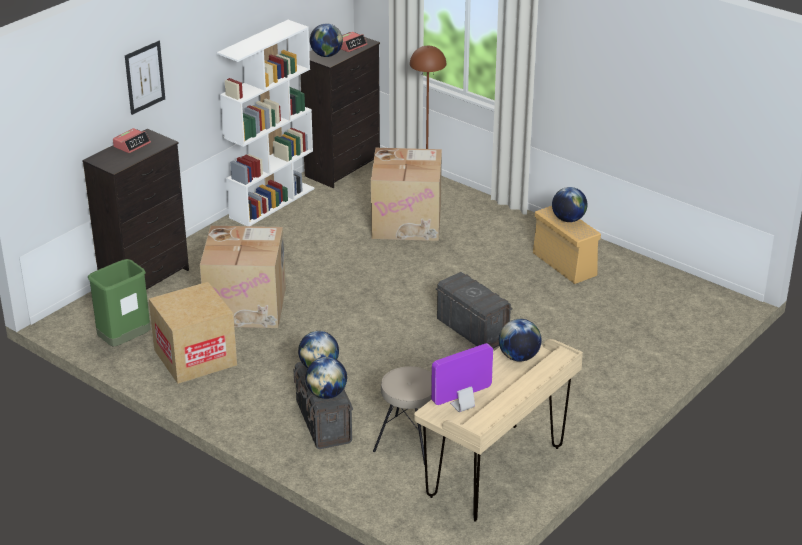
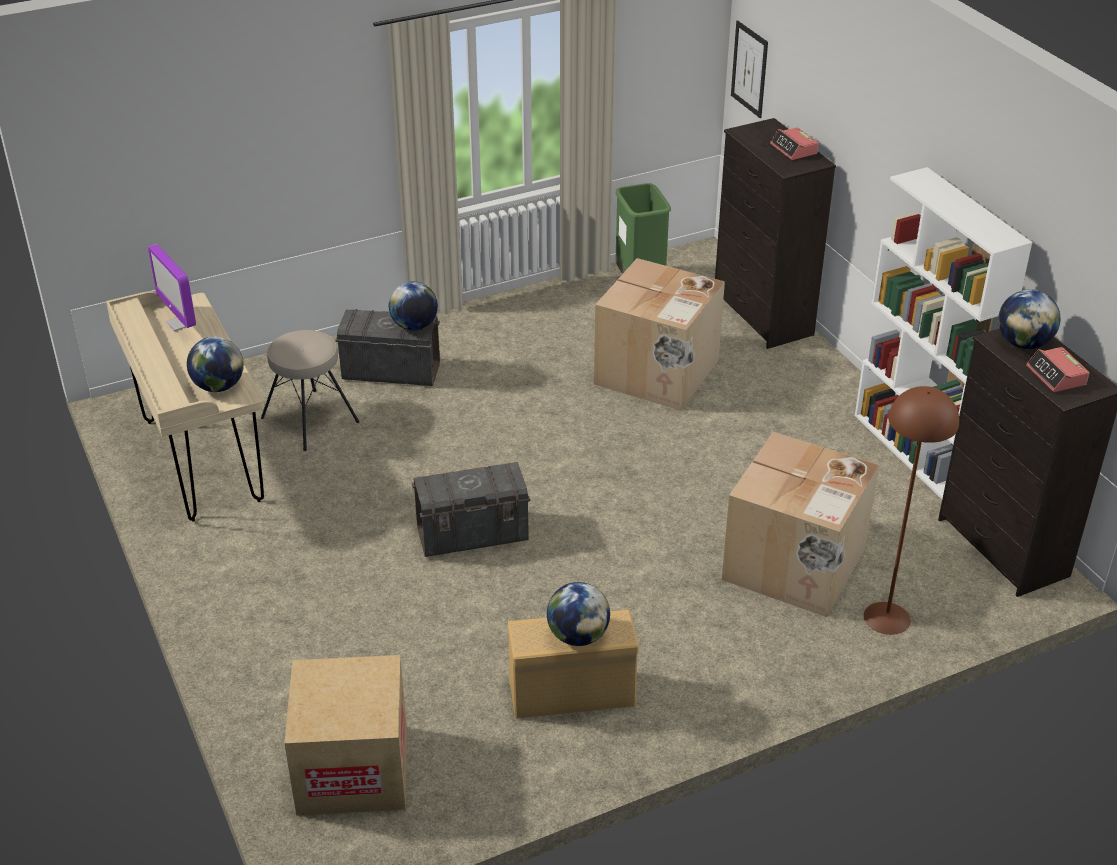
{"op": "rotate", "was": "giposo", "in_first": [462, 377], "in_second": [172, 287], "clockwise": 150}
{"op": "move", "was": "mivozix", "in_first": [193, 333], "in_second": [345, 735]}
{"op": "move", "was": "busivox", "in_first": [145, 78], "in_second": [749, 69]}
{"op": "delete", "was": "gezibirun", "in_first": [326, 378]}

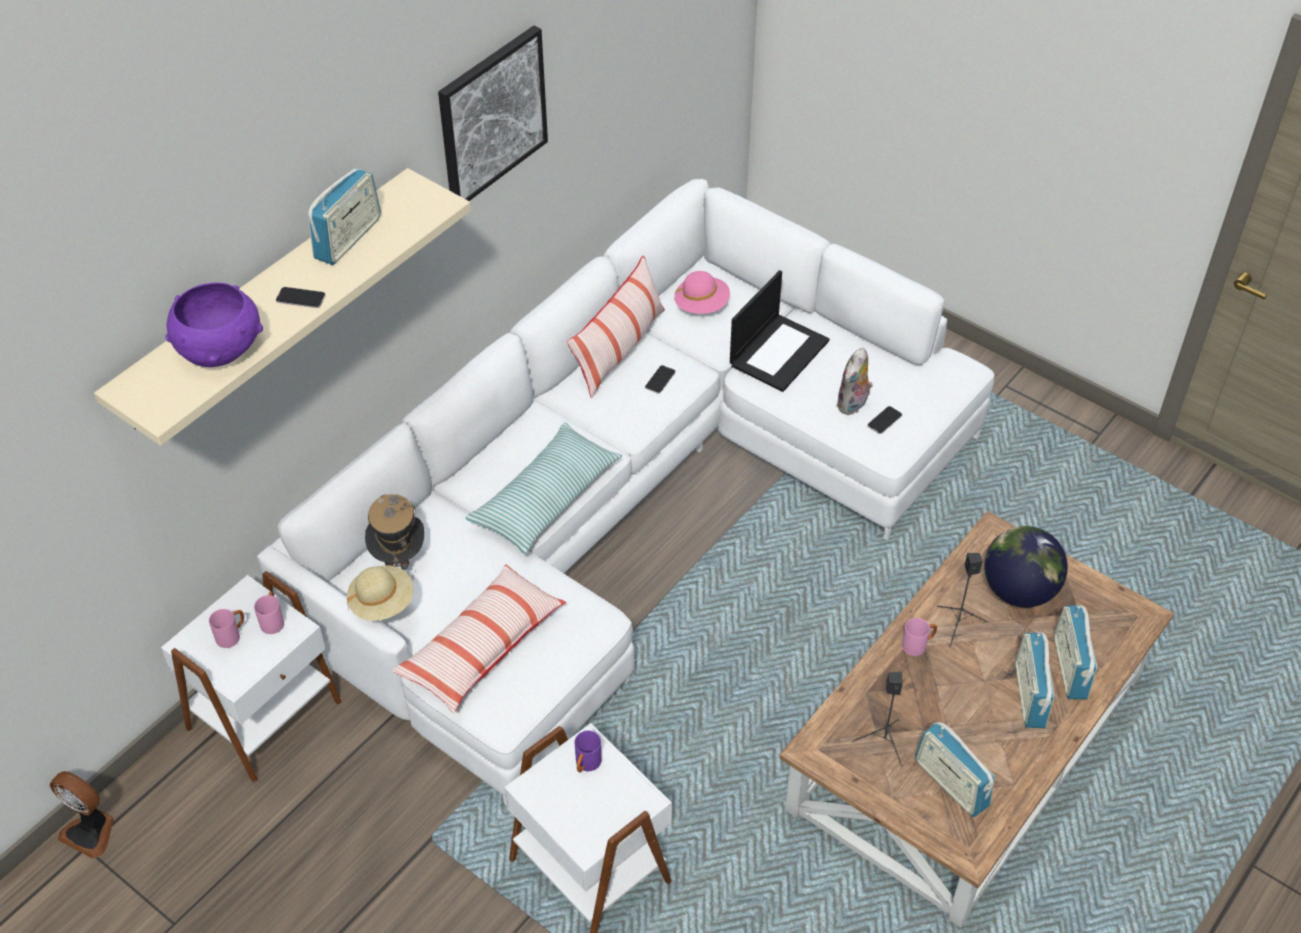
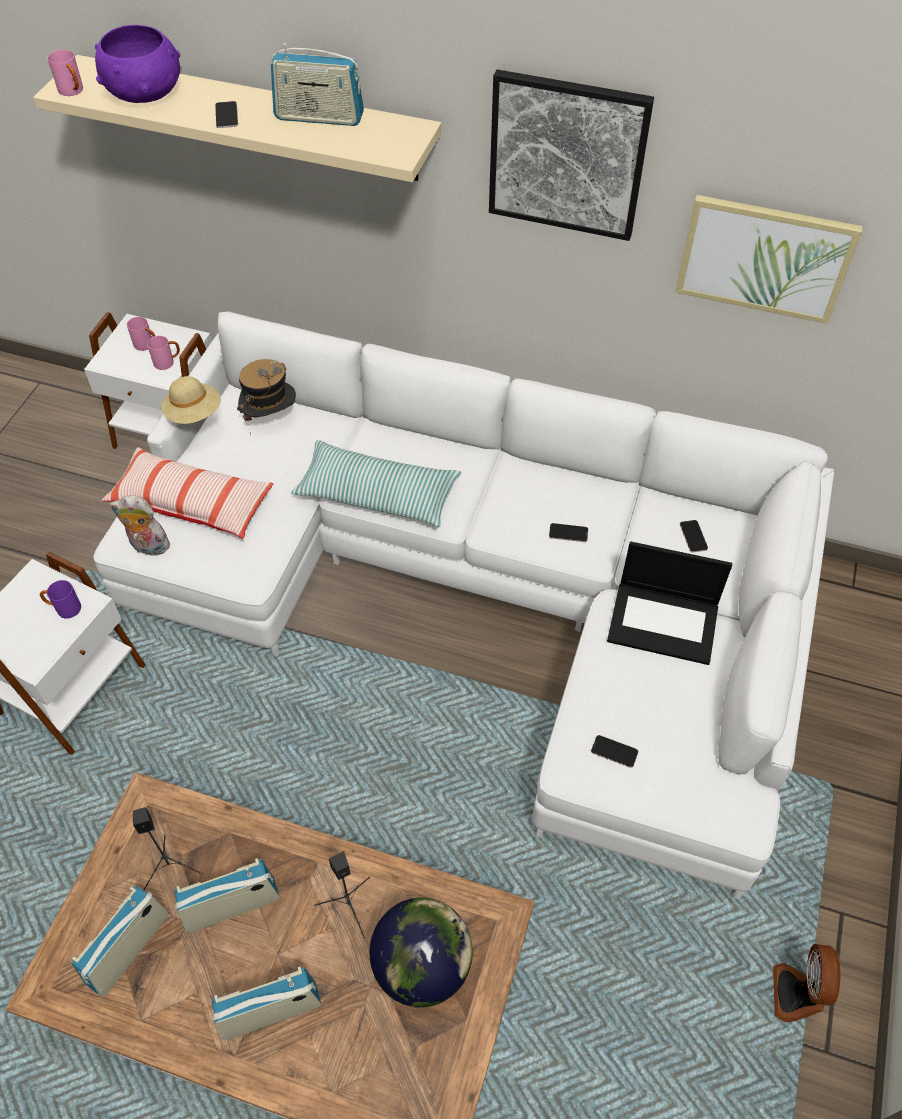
{"op": "move", "was": "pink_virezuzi", "in_first": [919, 637], "in_second": [65, 73]}
{"op": "move", "was": "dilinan", "in_first": [854, 381], "in_second": [140, 526]}
{"op": "move", "was": "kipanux", "in_first": [1075, 651], "in_second": [226, 895]}
{"op": "insert", "now": "busivox", "in_second": [769, 259]}
{"op": "replace", "was": "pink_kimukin", "now": "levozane", "in_first": [702, 292], "in_second": [694, 536]}
{"op": "move", "was": "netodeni", "in_first": [82, 815], "in_second": [806, 983]}
{"op": "delete", "was": "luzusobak", "in_first": [616, 326]}

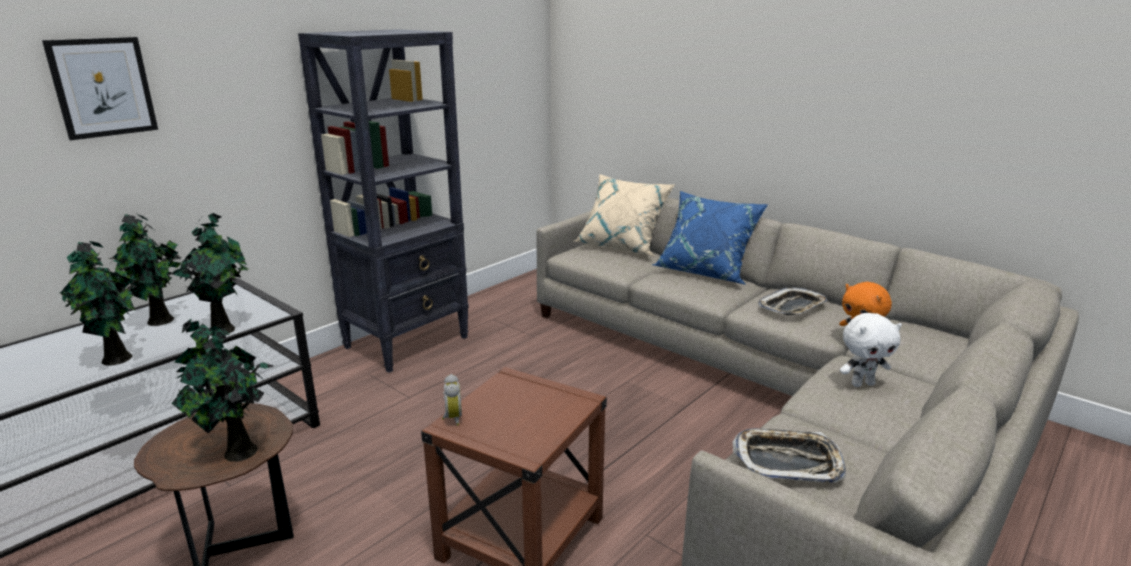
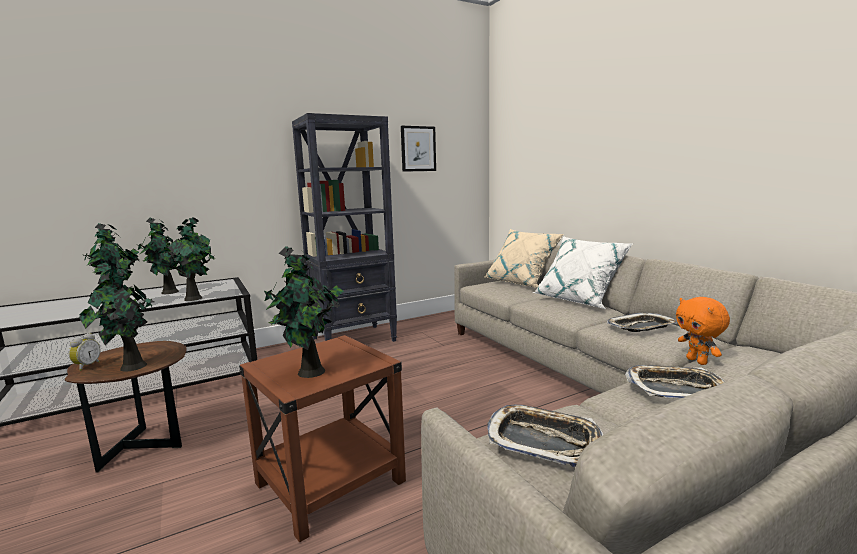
{"op": "move", "was": "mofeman", "in_first": [452, 400], "in_second": [85, 352]}
{"op": "insert", "now": "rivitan", "in_second": [304, 312]}
{"op": "move", "was": "busivox", "in_first": [100, 88], "in_second": [418, 149]}
{"op": "recolor", "was": "blue_luzusobak", "now": "white_luzusobak", "in_first": [710, 237], "in_second": [583, 272]}
{"op": "replace", "was": "white_dilinan", "now": "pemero", "in_first": [871, 350], "in_second": [675, 382]}

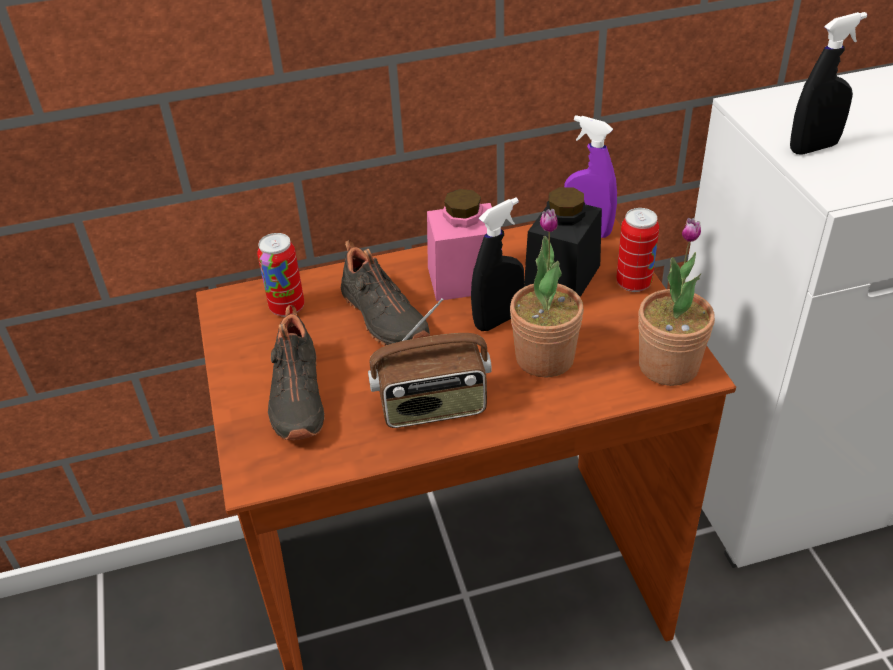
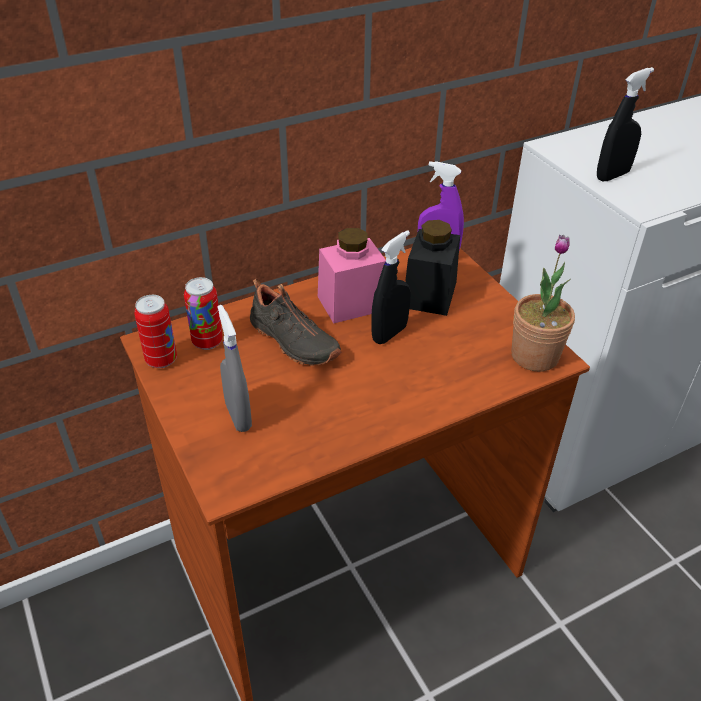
{"op": "move", "was": "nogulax", "in_first": [637, 250], "in_second": [155, 331]}
{"op": "replace", "was": "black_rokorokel", "now": "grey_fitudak", "in_first": [296, 372], "in_second": [235, 368]}
{"op": "delete", "was": "kipanux", "in_first": [430, 363]}
{"op": "delete", "was": "rivitan", "in_first": [547, 293]}

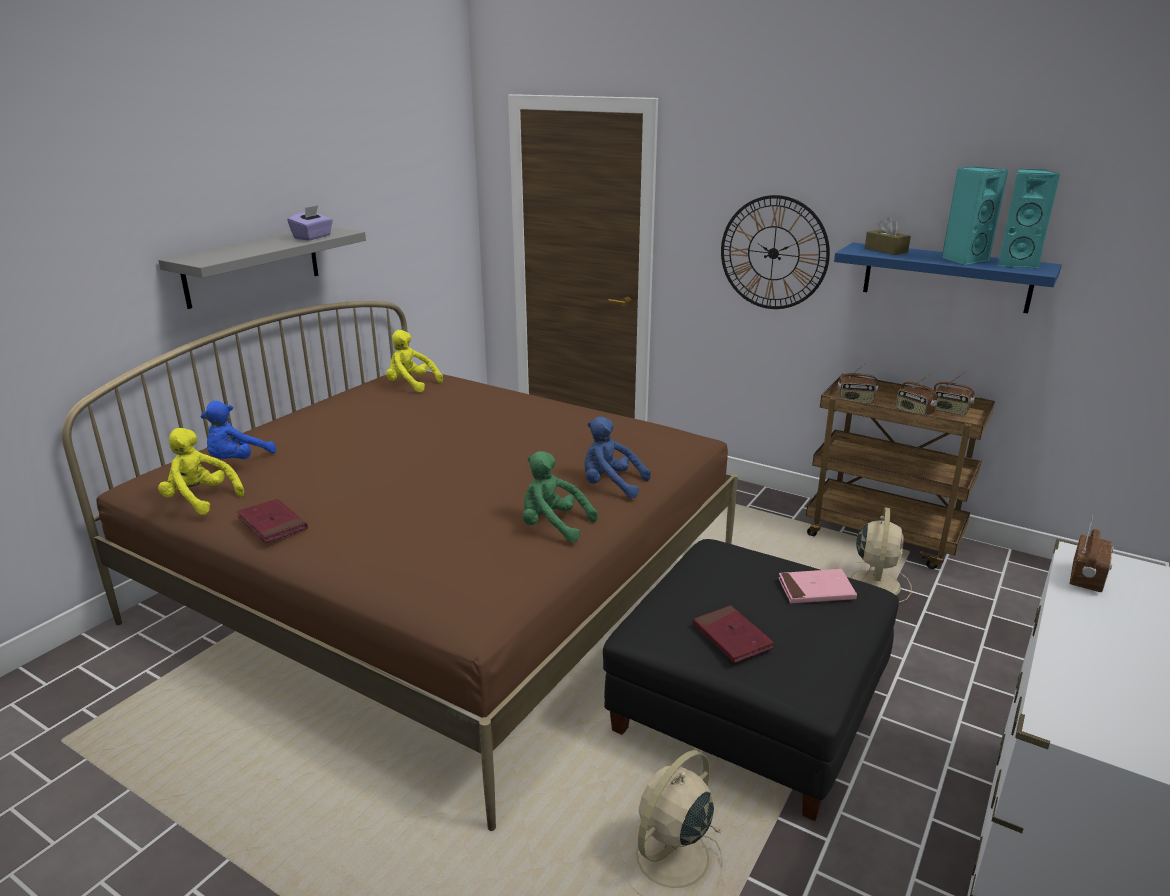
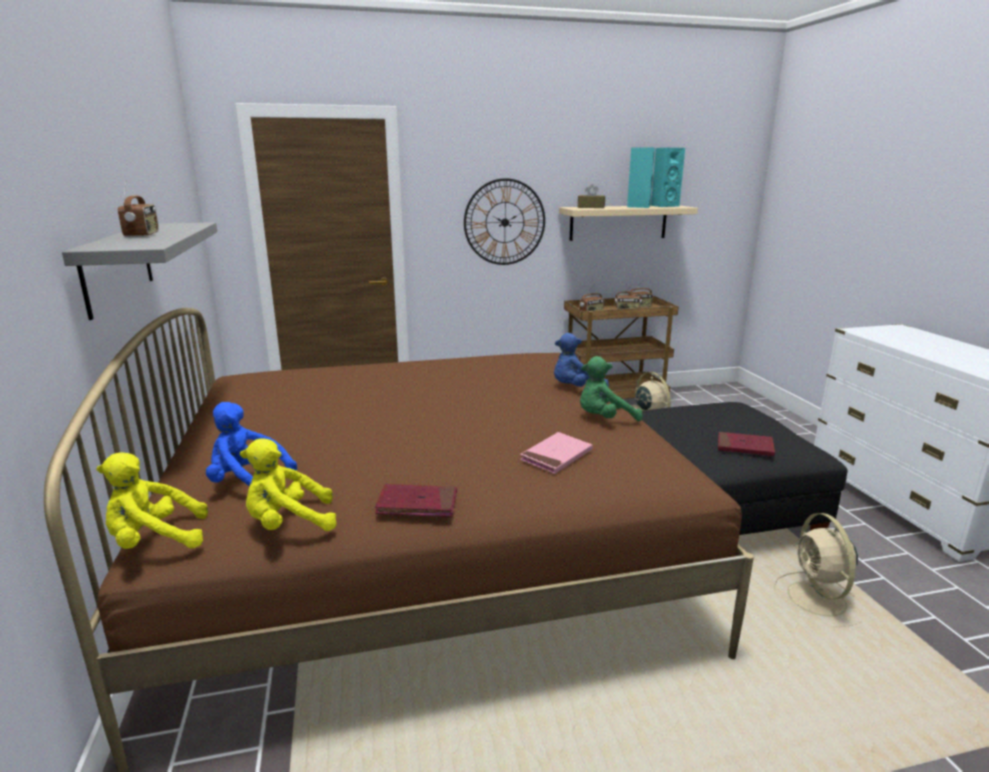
{"op": "move", "was": "yellow_dilinan", "in_first": [414, 361], "in_second": [152, 501]}
{"op": "move", "was": "kipanux", "in_first": [1091, 553], "in_second": [138, 208]}
{"op": "rotate", "was": "blue_dilinan", "in_first": [238, 430], "in_second": [251, 444], "clockwise": 120}
{"op": "move", "was": "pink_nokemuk", "in_first": [818, 586], "in_second": [556, 453]}
{"op": "recolor", "was": "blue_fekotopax", "now": "beige_fekotopax", "in_first": [948, 278], "in_second": [628, 223]}
{"op": "delete", "was": "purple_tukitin", "in_first": [310, 222]}

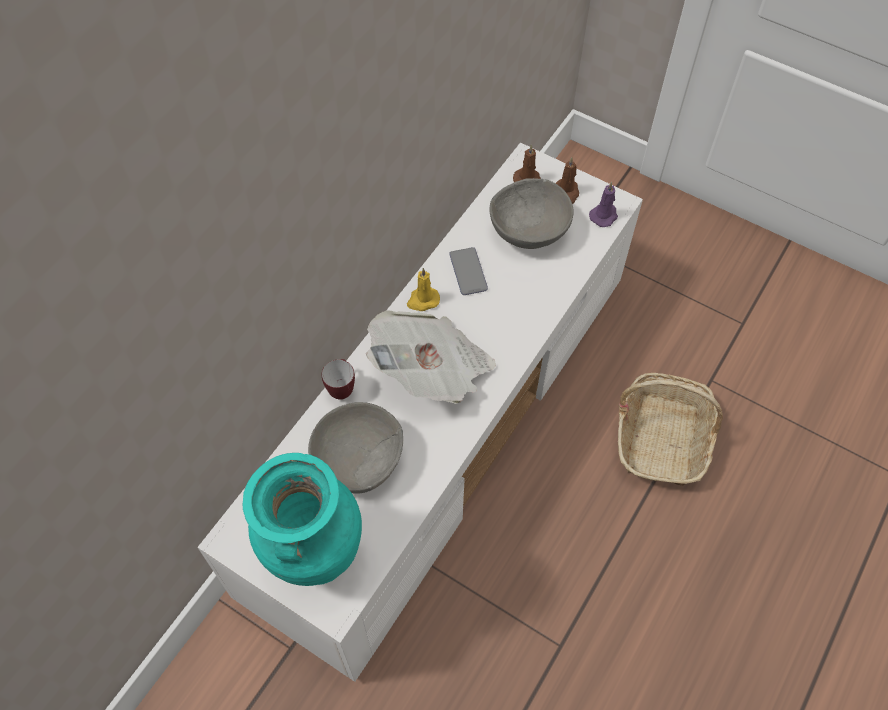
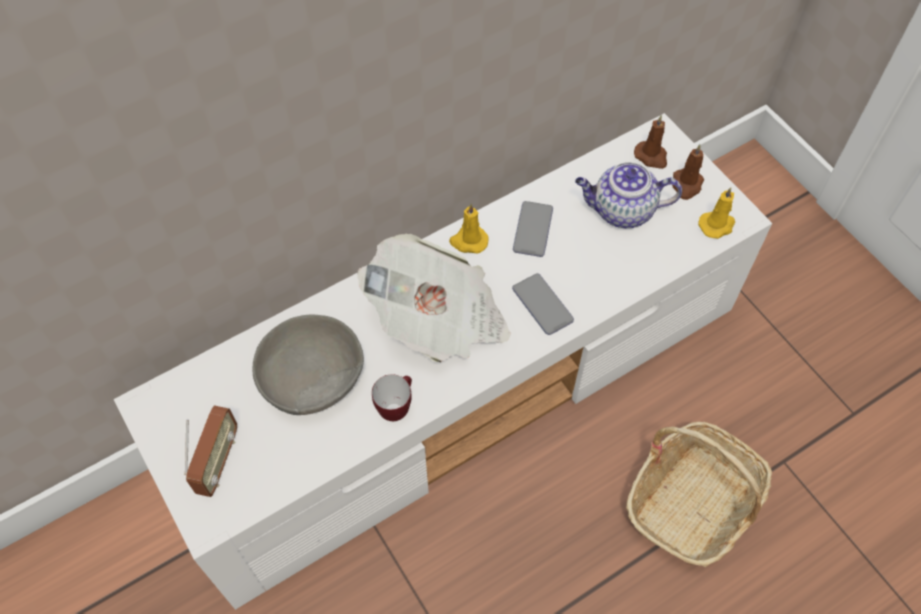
{"op": "replace", "was": "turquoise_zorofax", "now": "kipanux", "in_first": [302, 519], "in_second": [210, 451]}
{"op": "move", "was": "virezuzi", "in_first": [338, 379], "in_second": [392, 397]}
{"op": "insert", "now": "levozane", "in_second": [543, 304]}
{"op": "replace", "was": "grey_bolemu", "now": "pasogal", "in_first": [531, 213], "in_second": [628, 195]}
{"op": "recolor", "was": "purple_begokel", "now": "yellow_begokel", "in_first": [603, 204], "in_second": [716, 213]}

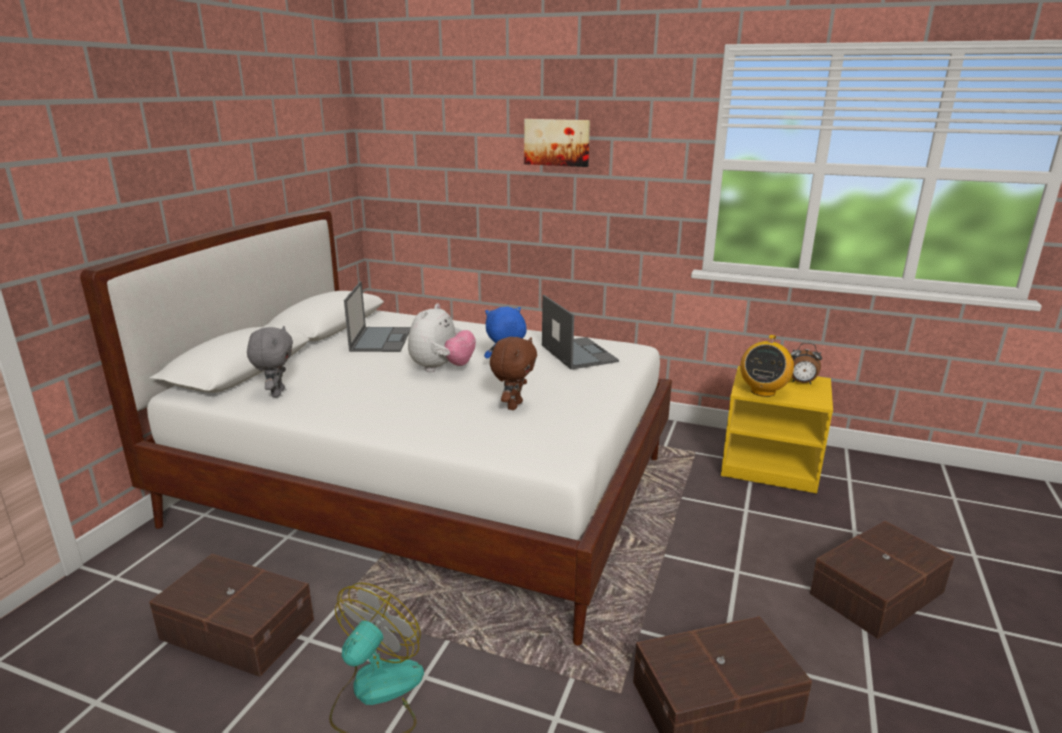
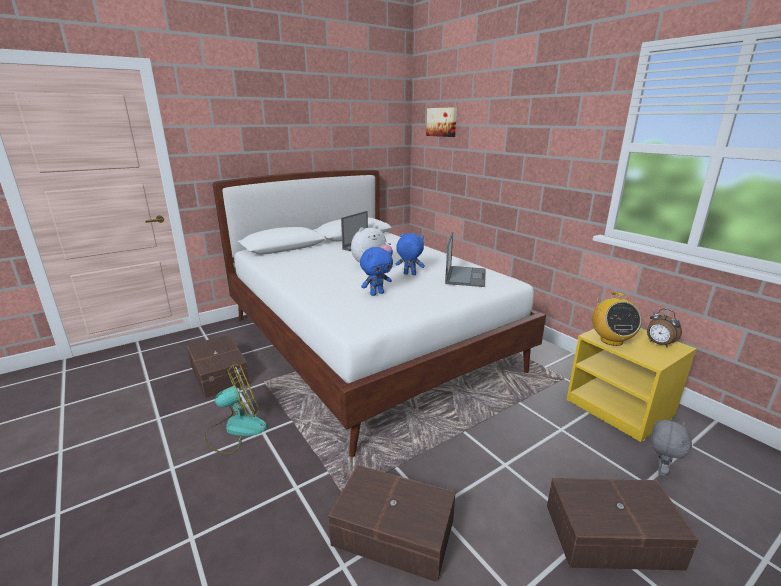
{"op": "recolor", "was": "brown_dilinan", "now": "blue_dilinan", "in_first": [513, 373], "in_second": [376, 271]}
{"op": "move", "was": "busivox", "in_first": [557, 143], "in_second": [441, 122]}
{"op": "rotate", "was": "kipanux", "in_first": [767, 366], "in_second": [617, 319], "clockwise": -60}
{"op": "move", "was": "grey_dilinan", "in_first": [270, 361], "in_second": [671, 448]}

